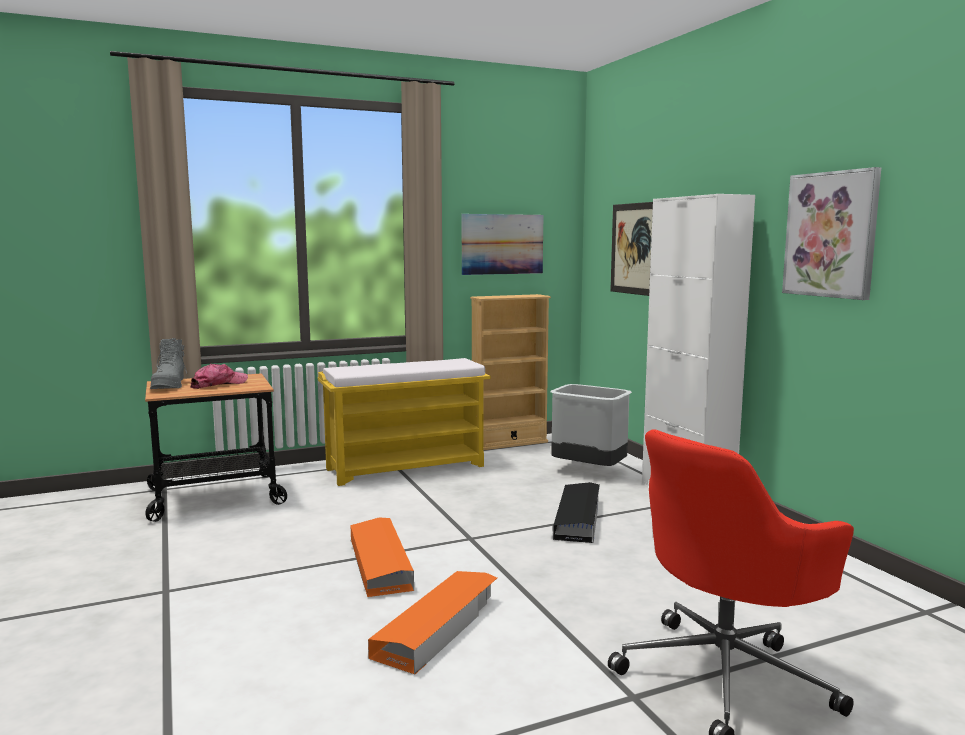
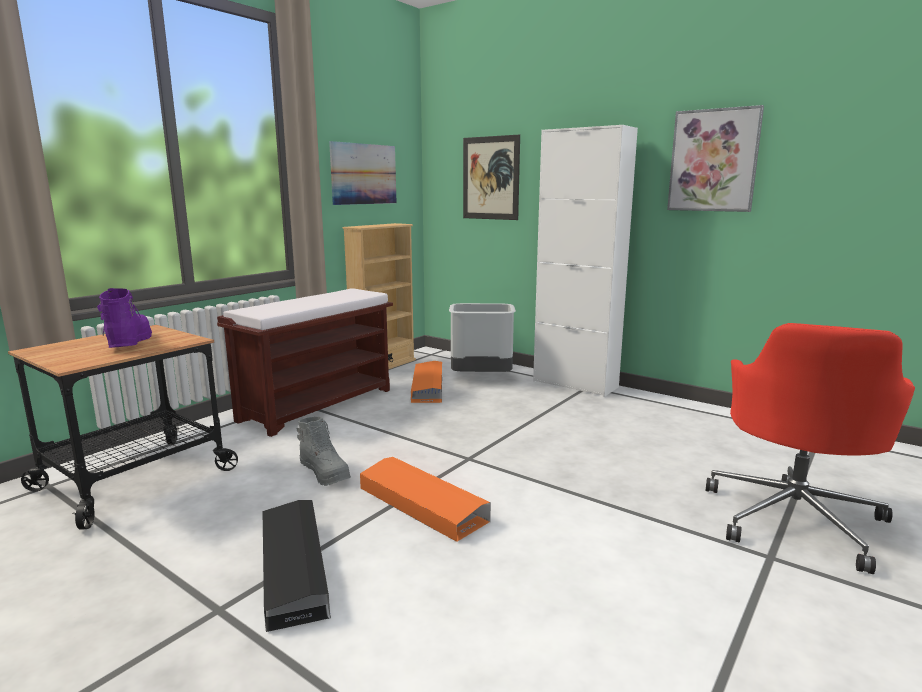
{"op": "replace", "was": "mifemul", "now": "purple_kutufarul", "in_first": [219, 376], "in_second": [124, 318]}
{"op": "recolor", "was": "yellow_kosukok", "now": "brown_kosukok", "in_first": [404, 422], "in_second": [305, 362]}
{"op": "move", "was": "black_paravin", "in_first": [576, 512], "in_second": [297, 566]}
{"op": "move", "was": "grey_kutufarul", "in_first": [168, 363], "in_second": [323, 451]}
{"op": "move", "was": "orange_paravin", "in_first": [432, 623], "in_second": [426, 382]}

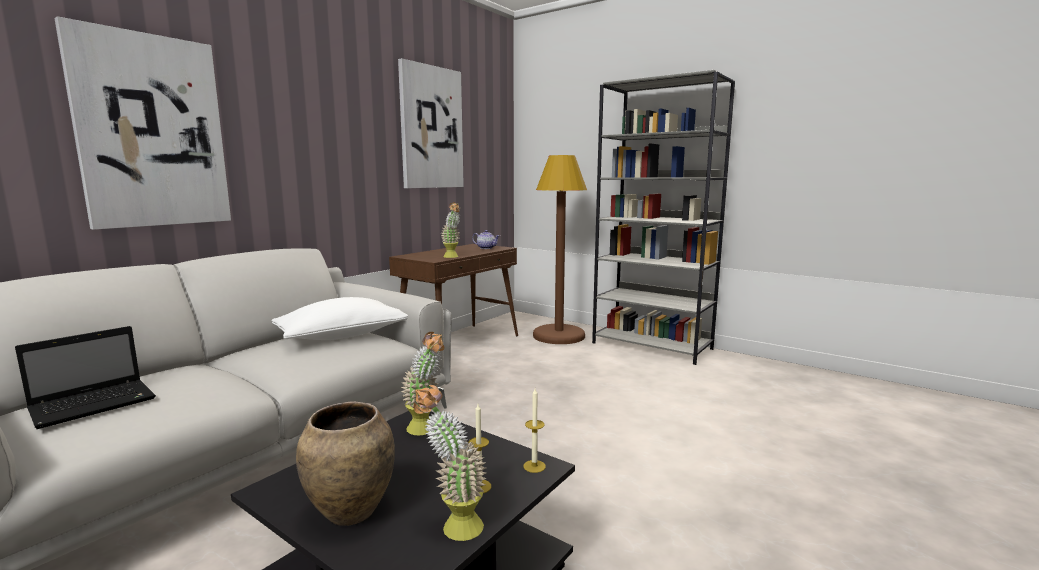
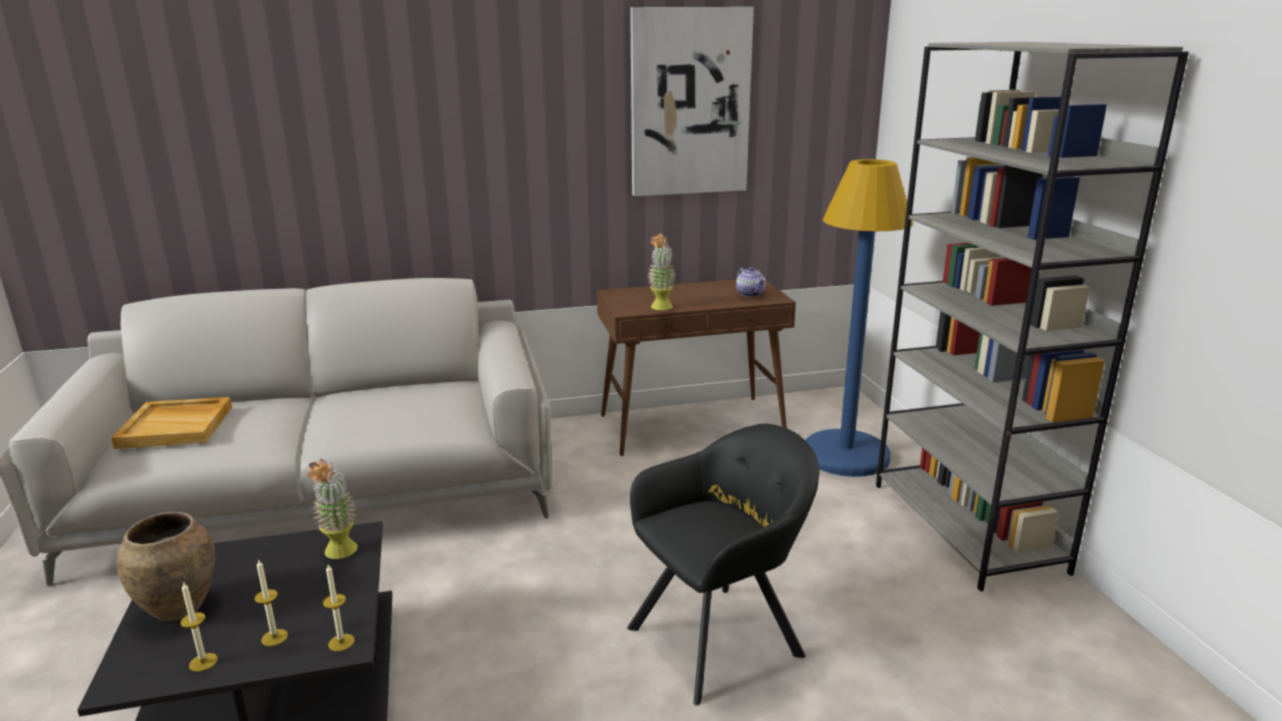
{"op": "replace", "was": "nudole", "now": "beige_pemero", "in_first": [85, 377], "in_second": [171, 423]}
{"op": "replace", "was": "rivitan", "now": "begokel", "in_first": [450, 463], "in_second": [199, 626]}
{"op": "insert", "now": "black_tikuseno", "in_second": [723, 564]}
{"op": "recolor", "was": "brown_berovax", "now": "blue_berovax", "in_first": [560, 249], "in_second": [859, 318]}
{"op": "delete", "was": "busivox", "in_first": [142, 123]}
{"op": "delete", "was": "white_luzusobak", "in_first": [339, 318]}

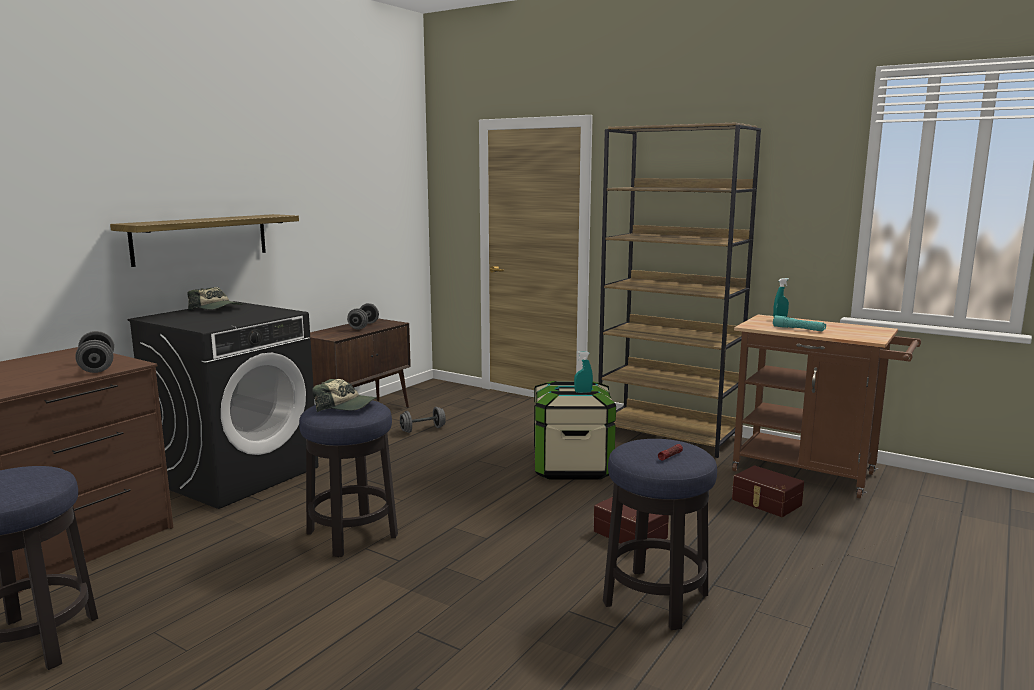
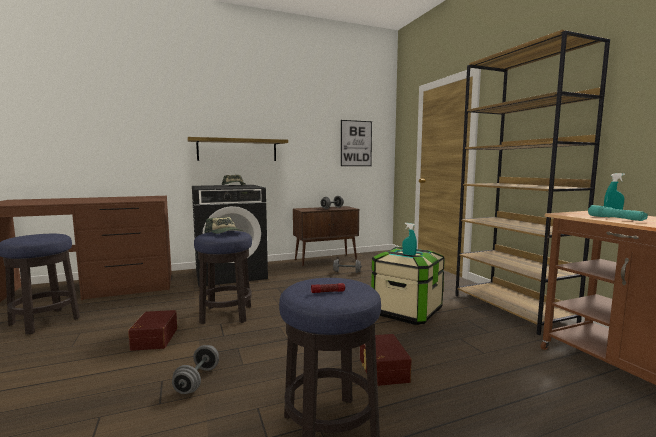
{"op": "move", "was": "brown_paravin", "in_first": [768, 491], "in_second": [152, 330]}
{"op": "move", "was": "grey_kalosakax", "in_first": [94, 352], "in_second": [195, 369]}
{"op": "insert", "now": "busivox", "in_second": [356, 143]}

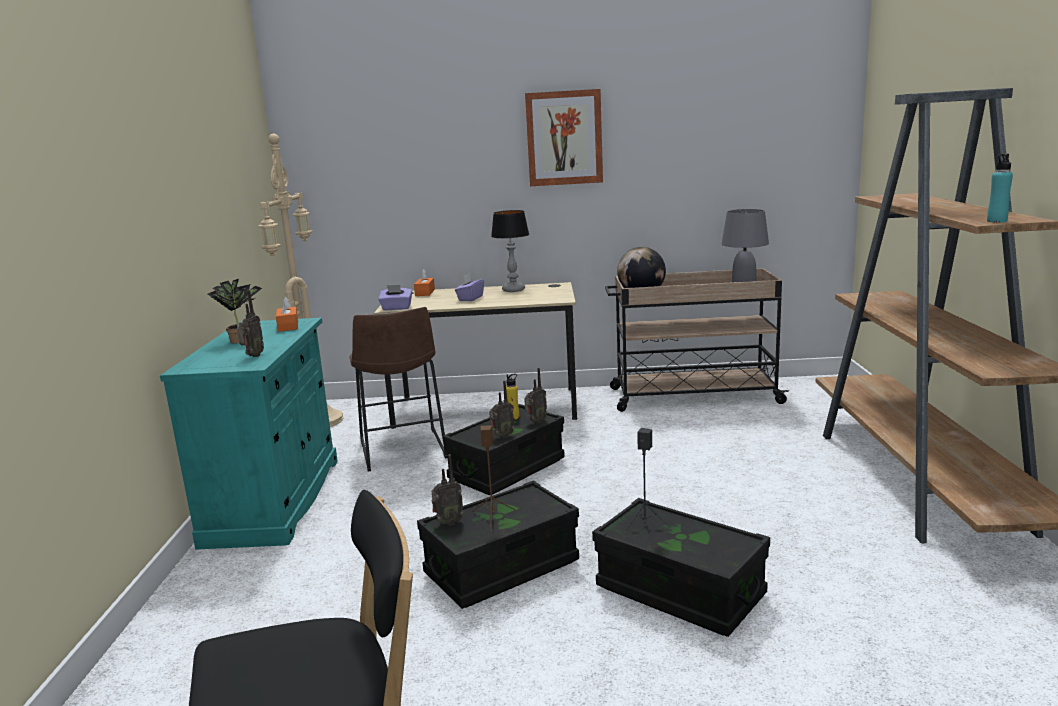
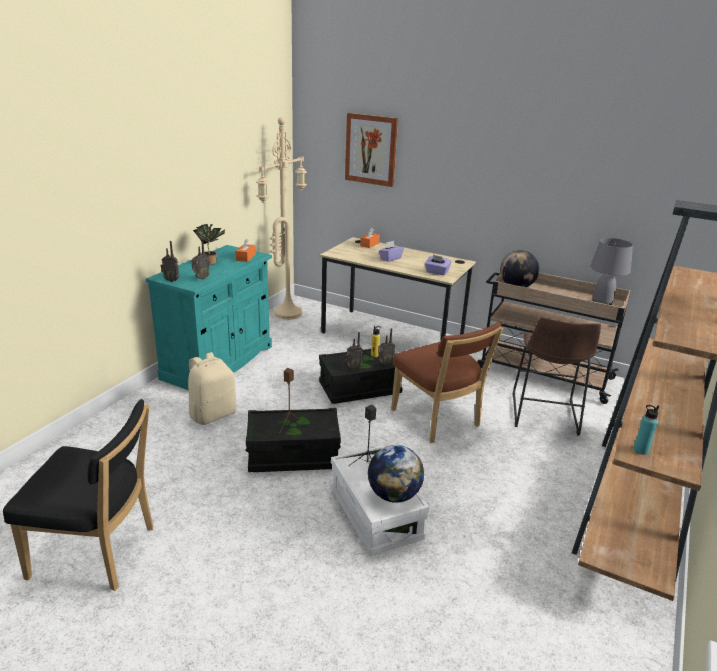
{"op": "move", "was": "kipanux", "in_first": [447, 490], "in_second": [169, 261]}
{"op": "insert", "now": "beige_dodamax", "in_second": [212, 388]}
{"op": "recolor", "was": "black_paravin", "now": "white_paravin", "in_first": [681, 567], "in_second": [380, 500]}
{"op": "move", "was": "busivox", "in_first": [564, 137], "in_second": [371, 150]}
{"op": "insert", "now": "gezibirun", "in_second": [396, 474]}
{"op": "insert", "now": "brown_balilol", "in_second": [447, 382]}
{"op": "move", "was": "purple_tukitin", "in_first": [395, 297], "in_second": [438, 265]}
{"op": "move", "was": "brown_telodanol", "in_first": [398, 389], "in_second": [557, 376]}
{"op": "move", "was": "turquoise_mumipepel", "in_first": [1000, 188], "in_second": [646, 430]}
{"op": "delete", "was": "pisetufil", "in_first": [510, 251]}

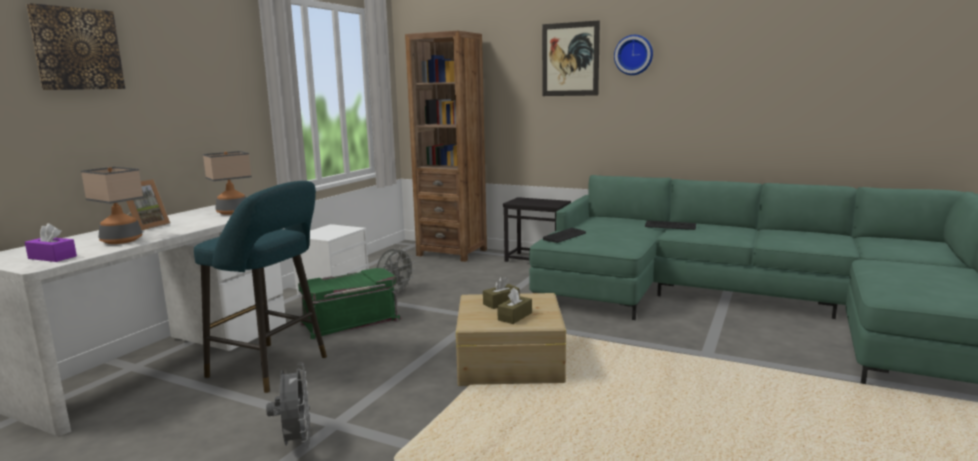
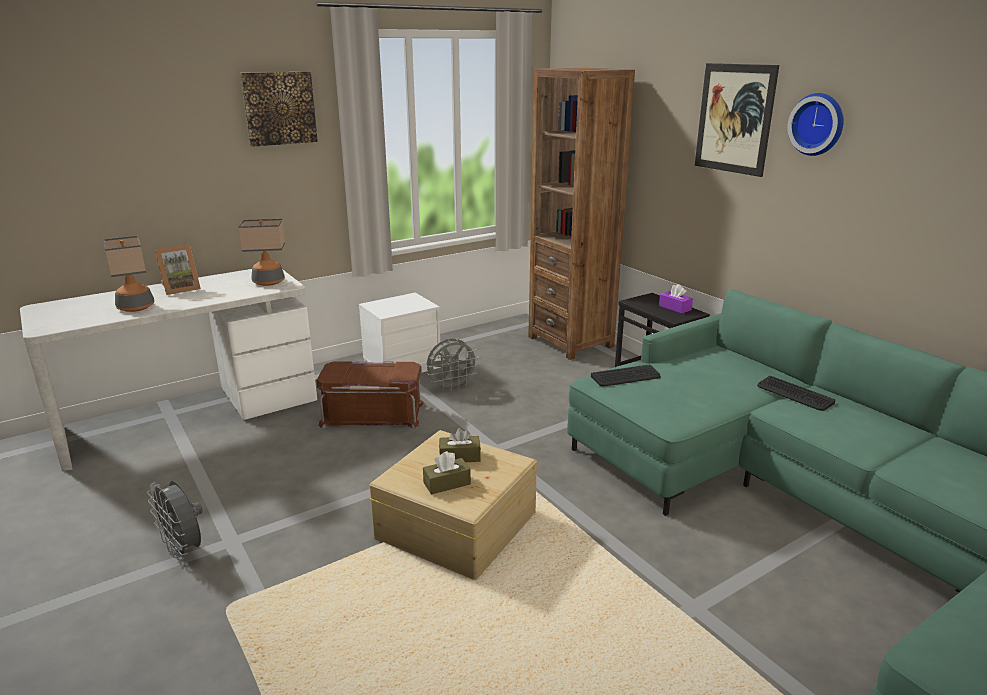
{"op": "rotate", "was": "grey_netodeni", "in_first": [288, 406], "in_second": [175, 521], "clockwise": 120}
{"op": "move", "was": "busivox", "in_first": [75, 46], "in_second": [279, 109]}
{"op": "recolor", "was": "green_paravin", "now": "brown_paravin", "in_first": [350, 303], "in_second": [370, 395]}
{"op": "move", "was": "purple_tukitin", "in_first": [51, 242], "in_second": [676, 298]}
{"op": "delete", "was": "turquoise_telodanol", "in_first": [260, 287]}

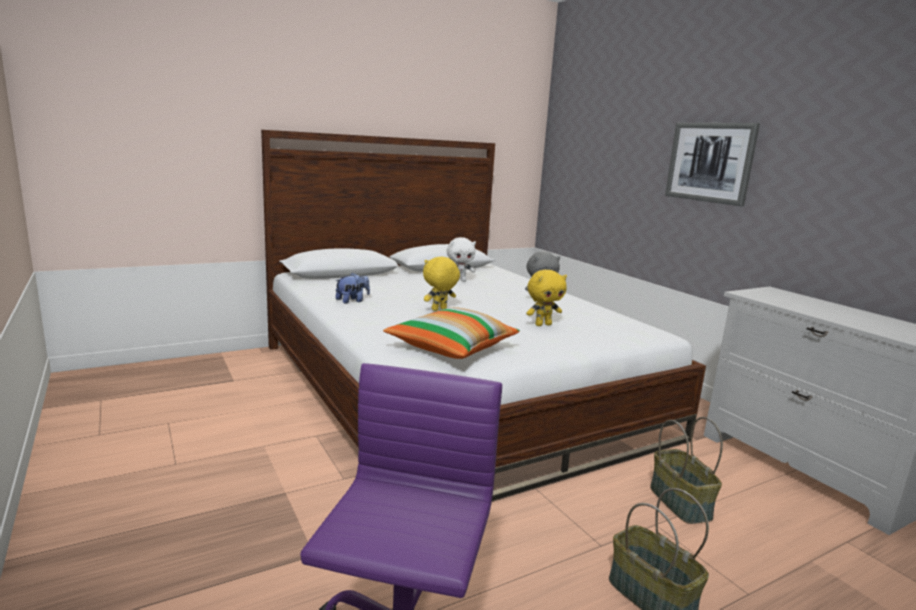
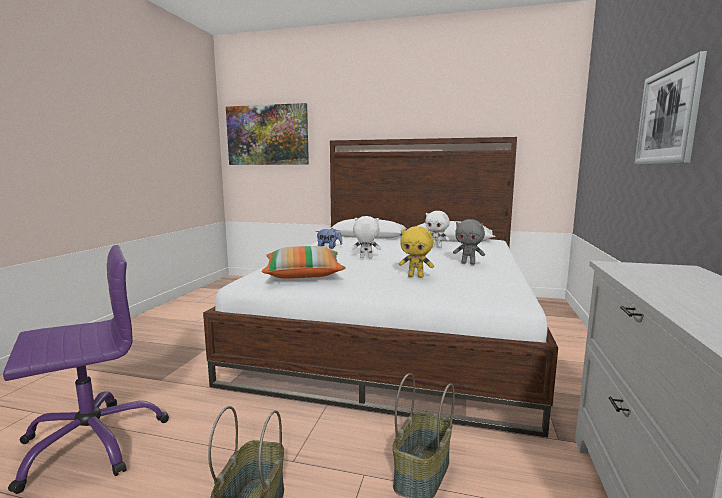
{"op": "insert", "now": "busivox", "in_second": [267, 134]}
{"op": "recolor", "was": "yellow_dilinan", "now": "white_dilinan", "in_first": [441, 284], "in_second": [366, 237]}

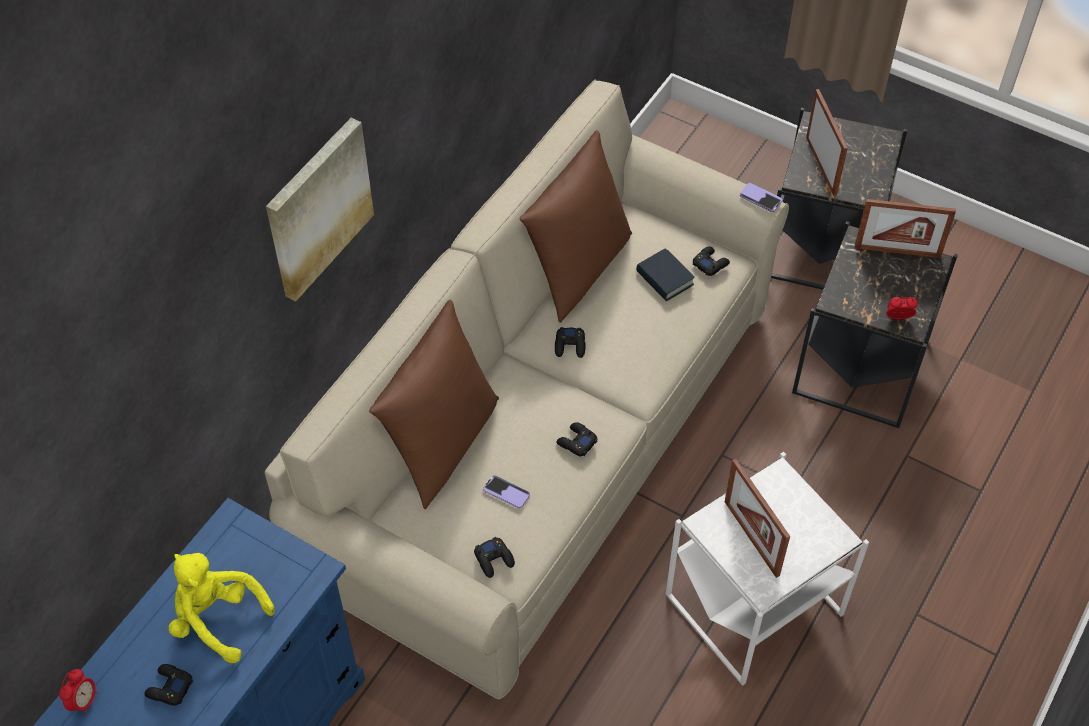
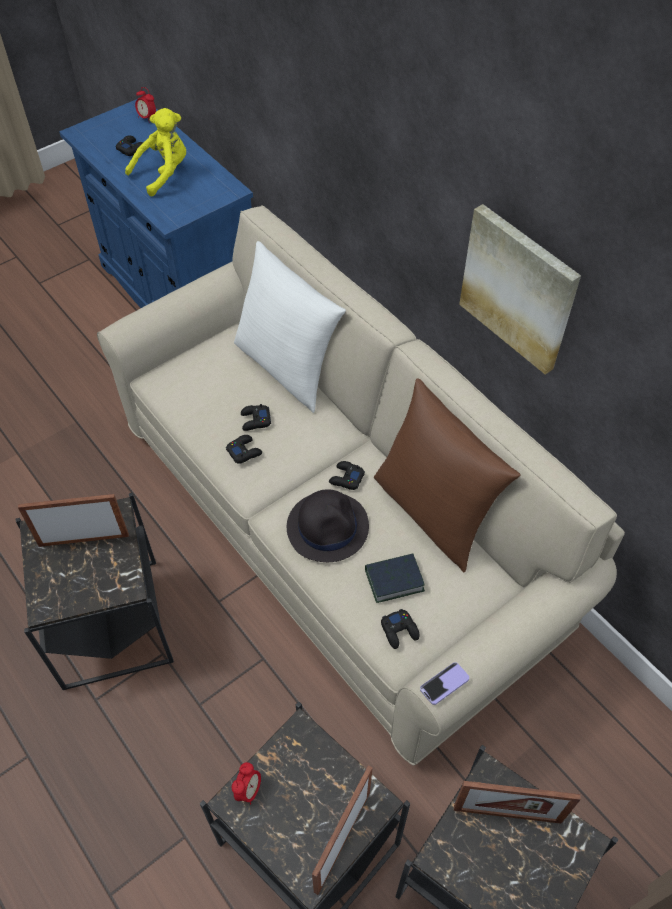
{"op": "recolor", "was": "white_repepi", "now": "black_repepi", "in_first": [767, 569], "in_second": [95, 591]}
{"op": "recolor", "was": "brown_luzusobak", "now": "white_luzusobak", "in_first": [434, 404], "in_second": [290, 327]}
{"op": "move", "was": "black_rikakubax", "in_first": [494, 557], "in_second": [256, 417]}
{"op": "insert", "now": "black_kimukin", "in_second": [328, 525]}
{"op": "move", "was": "busivox", "in_first": [320, 210], "in_second": [520, 289]}
{"op": "delete", "was": "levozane", "in_first": [506, 491]}

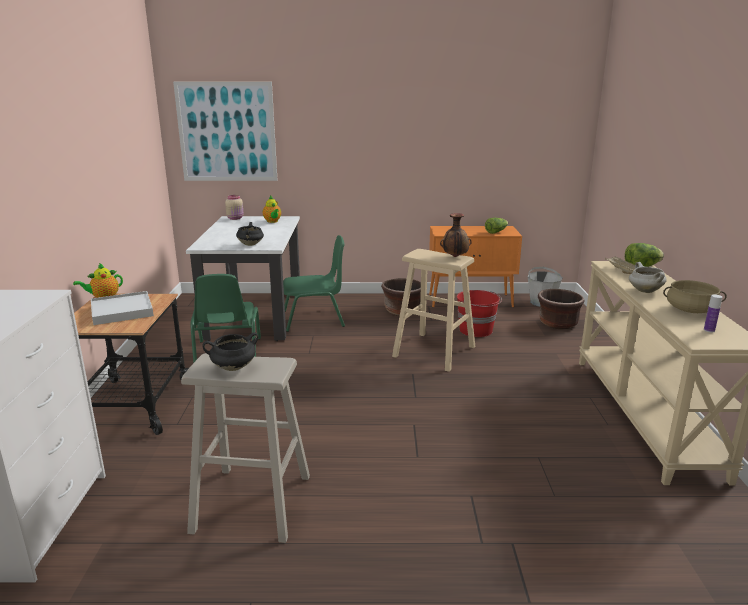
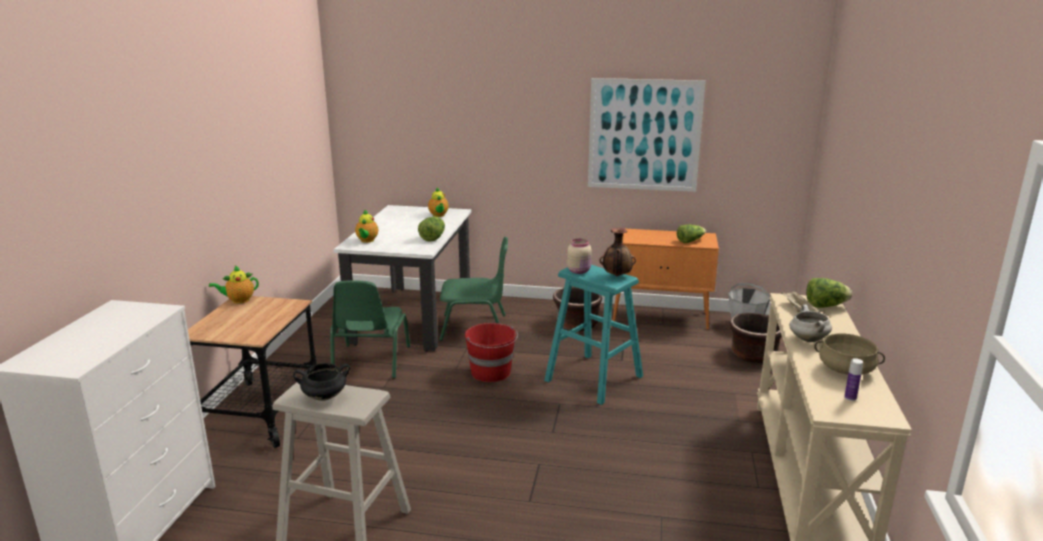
{"op": "insert", "now": "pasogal", "in_second": [366, 226]}
{"op": "insert", "now": "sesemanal", "in_second": [431, 229]}
{"op": "move", "was": "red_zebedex", "in_first": [479, 313], "in_second": [491, 352]}
{"op": "recolor", "was": "beige_telodanol", "now": "turquoise_telodanol", "in_first": [433, 310], "in_second": [593, 335]}
{"op": "move", "was": "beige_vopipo", "in_first": [234, 207], "in_second": [579, 256]}
{"op": "move", "was": "busivox", "in_first": [225, 131], "in_second": [647, 135]}
{"op": "delete", "was": "white_pemero", "in_first": [122, 308]}
{"op": "delete", "was": "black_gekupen", "in_first": [250, 234]}

